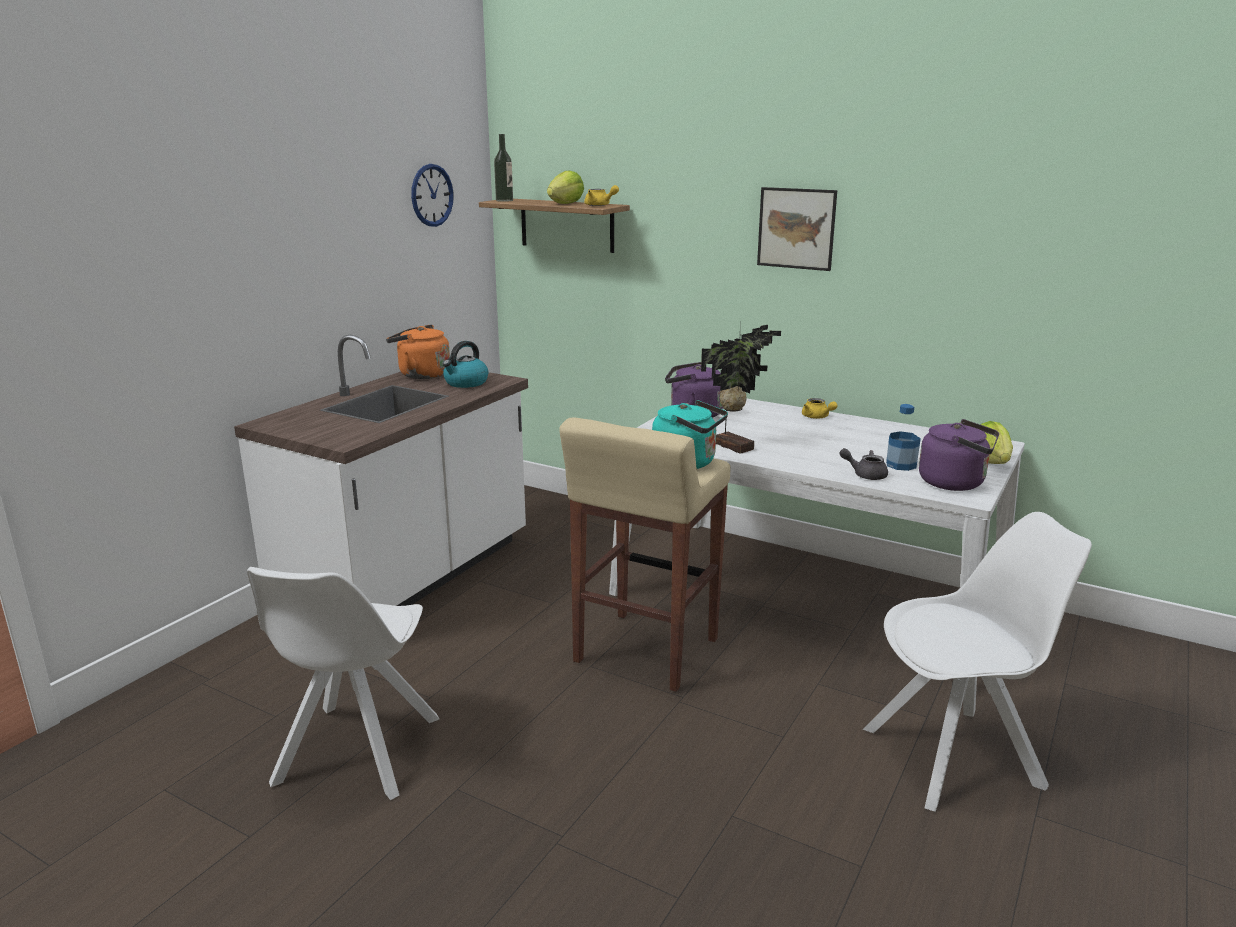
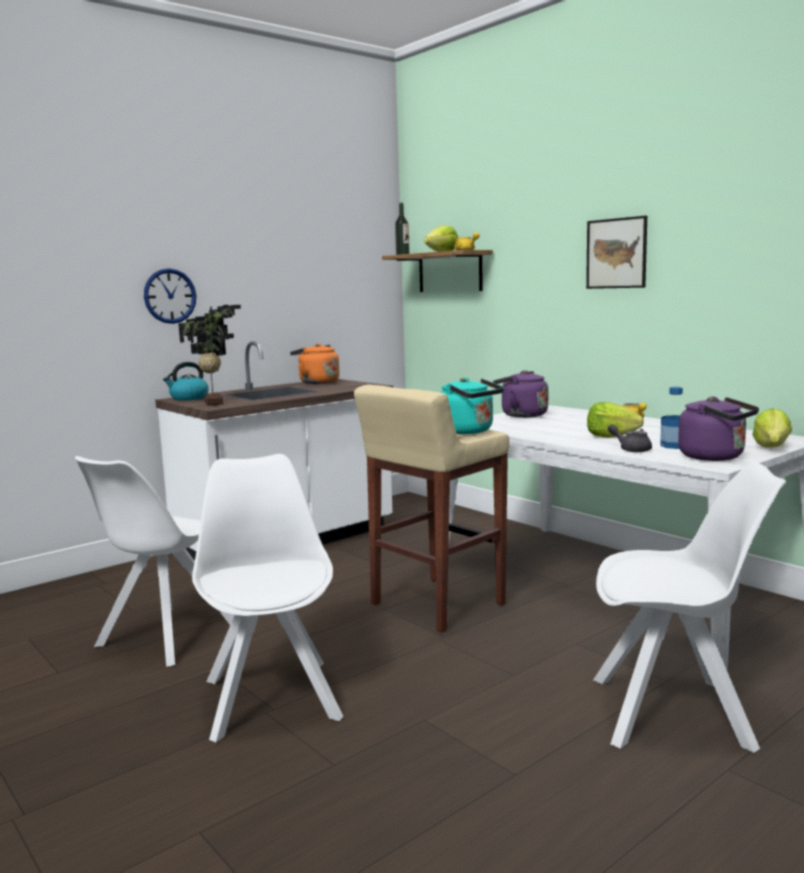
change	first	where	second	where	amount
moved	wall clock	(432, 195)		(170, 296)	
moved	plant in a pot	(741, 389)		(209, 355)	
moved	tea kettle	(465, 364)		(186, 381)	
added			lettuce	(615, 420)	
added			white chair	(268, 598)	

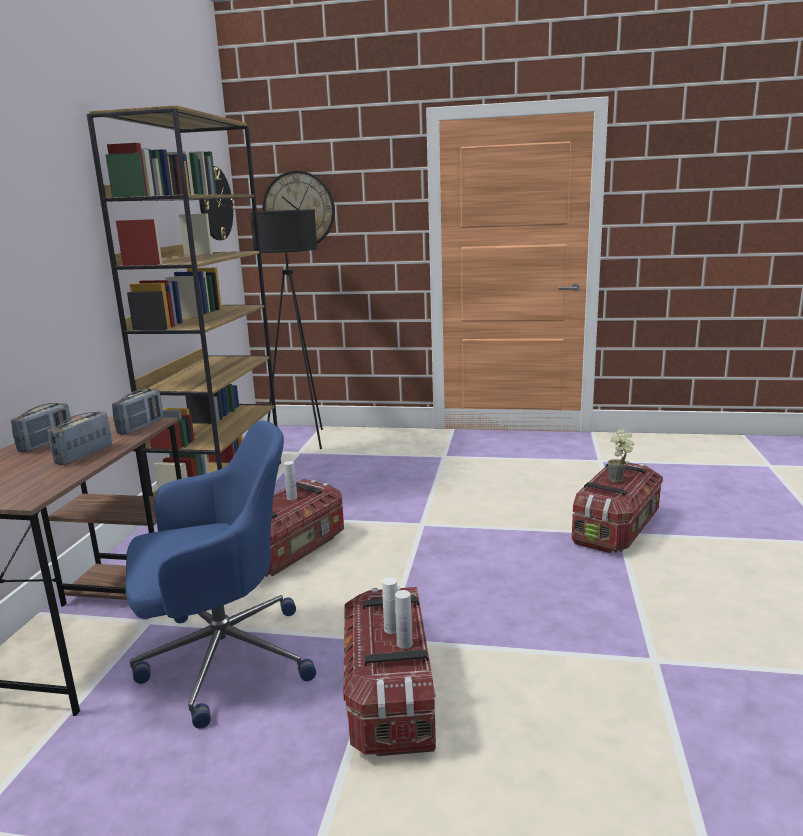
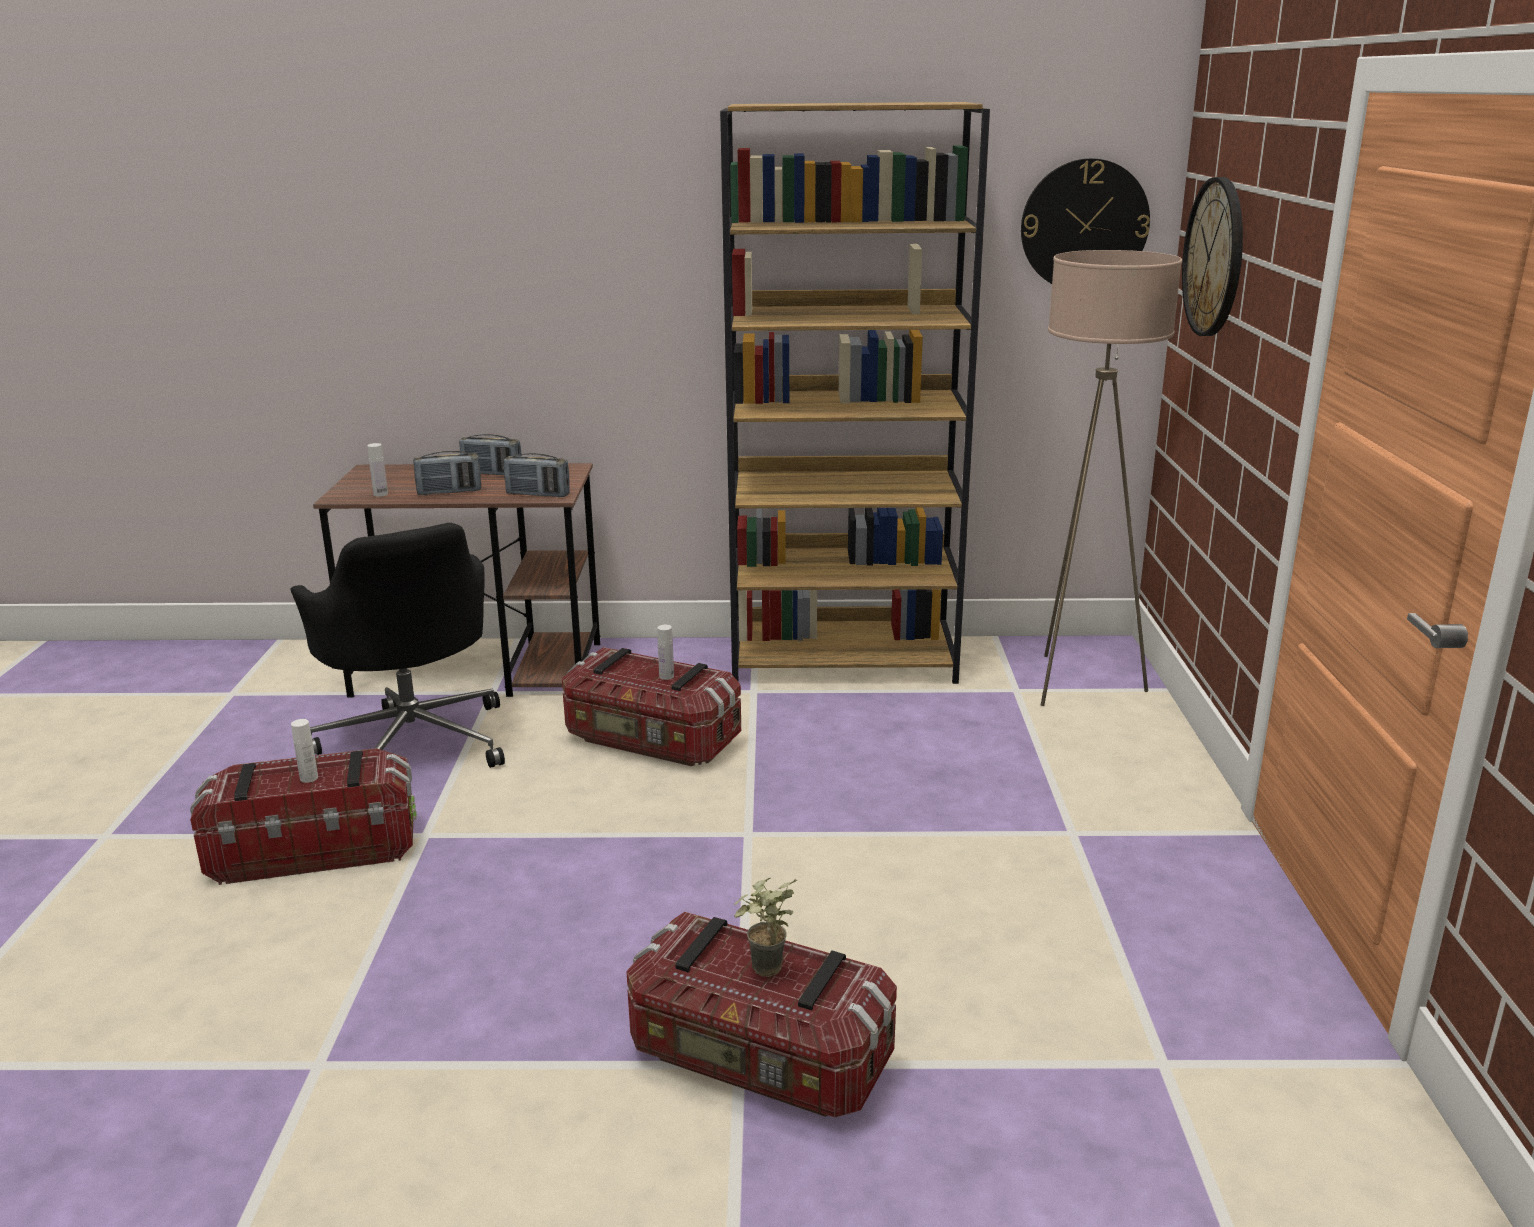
change	first	where	second	where	amount
recoloured	black floor lamp	(286, 329)	beige-coloured floor lamp	(1111, 478)	
turned	radio set	(79, 438)		(447, 473)	150 degrees clockwise
recoloured	blue-coloured office chair	(221, 575)	black office chair	(397, 645)	
moved	white beverage bottle	(404, 619)		(377, 470)	

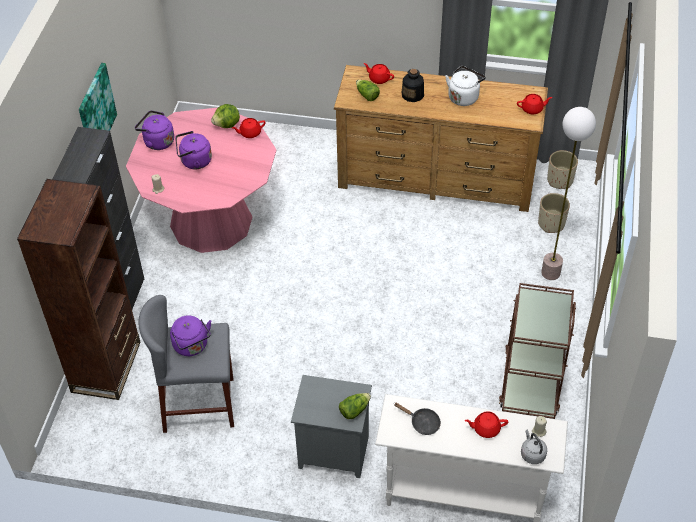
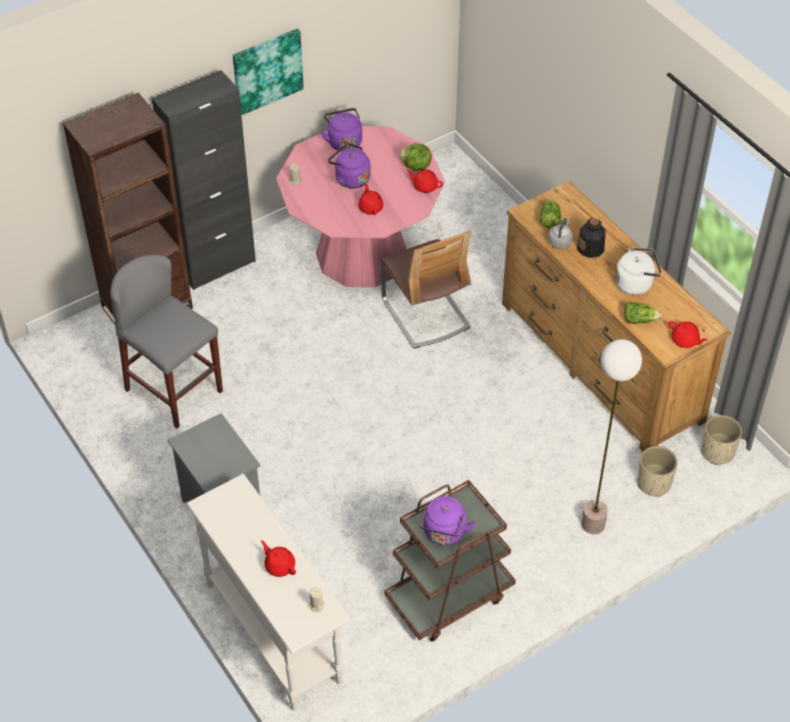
change	first	where	second	where	amount
moved	red pot for tea	(379, 73)		(371, 199)	
moved	purplish tea kettle	(190, 335)		(448, 520)	
moved	lettuce	(355, 406)		(643, 313)	
removed	black frying pan	(417, 419)			
moved	greyish tea kettle	(534, 447)		(560, 233)	
added			chair	(425, 289)	

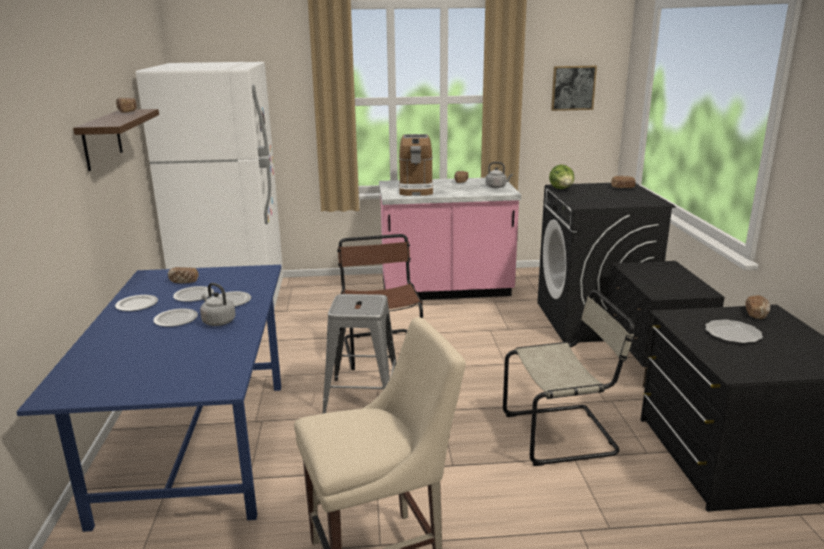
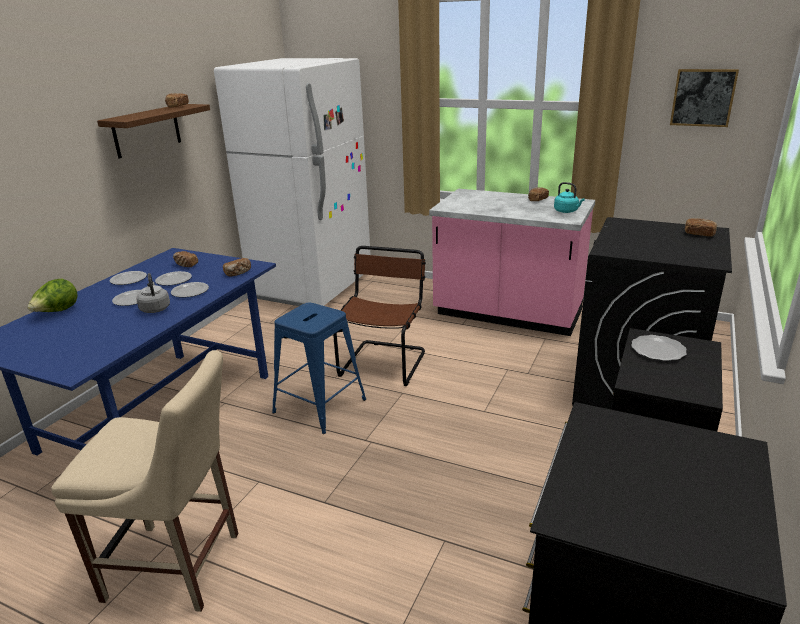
change	first	where	second	where	amount
removed	coffee machine	(416, 165)			
recoloured	greyish tea kettle	(499, 175)	blue-green tea kettle	(569, 197)	
moved	lettuce	(561, 176)		(52, 295)	
removed	beige-coloured chair	(569, 378)			
recoloured	greyish sitting stool	(359, 354)	blue-coloured sitting stool	(319, 368)	
moved	bakery bread	(757, 307)		(237, 267)	
moved	dinner plate	(734, 331)		(659, 348)	

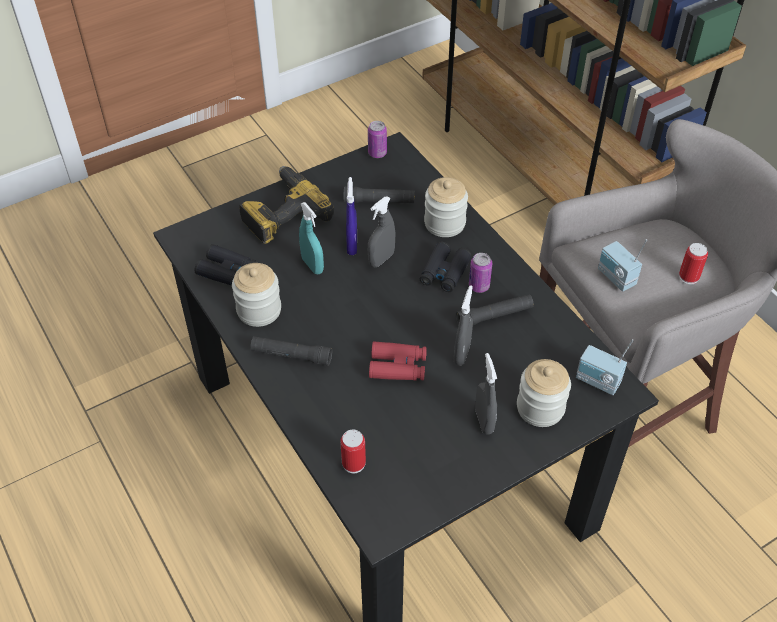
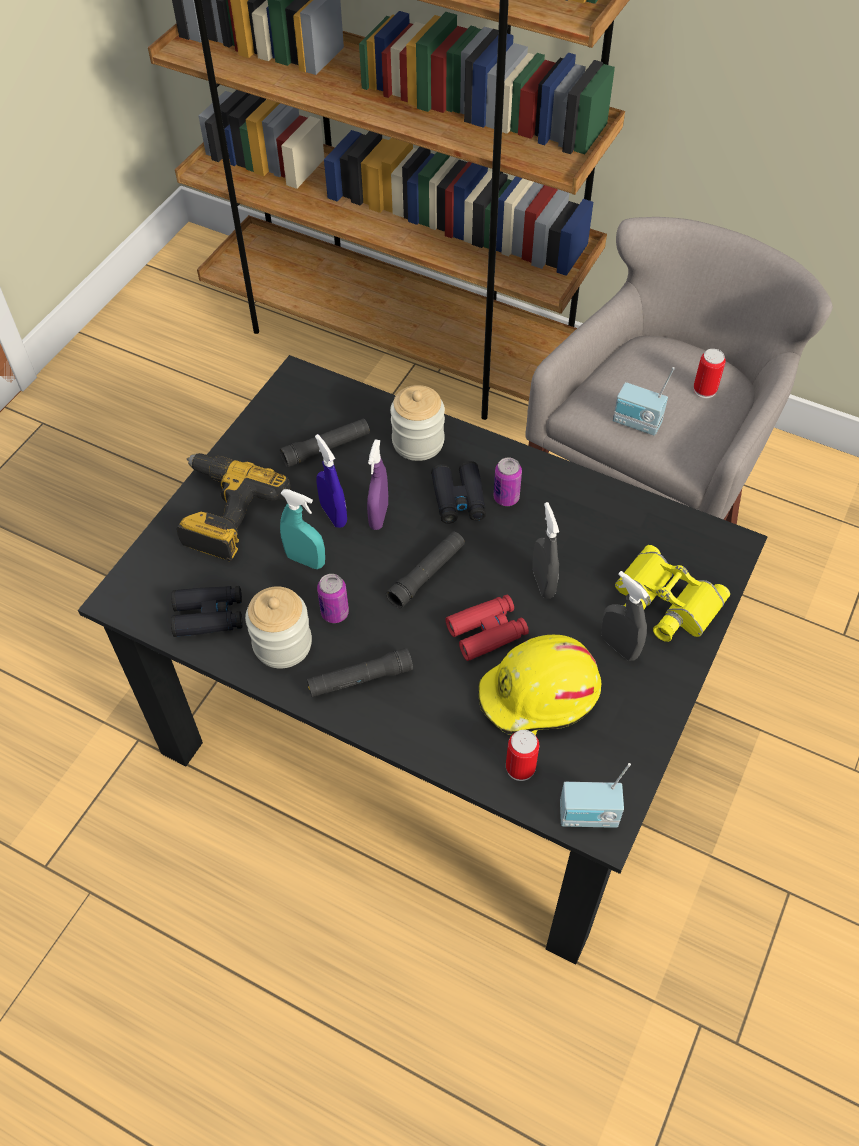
change	first	where	second	where	amount
moved	sealed can	(377, 139)		(333, 598)	
recoloured	greyish spray bottle	(381, 232)	purplish spray bottle	(377, 484)	
moved	black hand torch	(495, 310)		(425, 570)	
moved	radio set	(605, 367)		(595, 795)	
replaced	jar	(544, 393)	yellow pair of binoculars	(672, 593)	
added			yellow work helmet	(539, 685)	

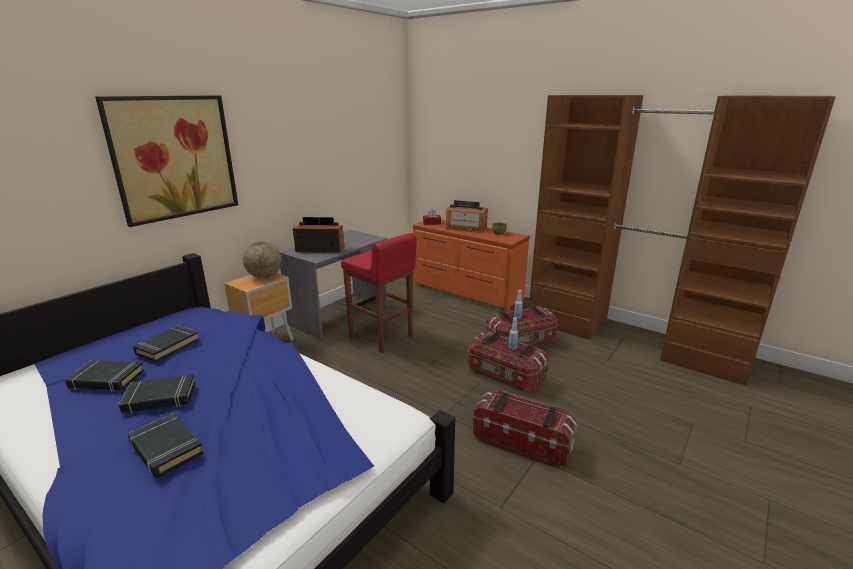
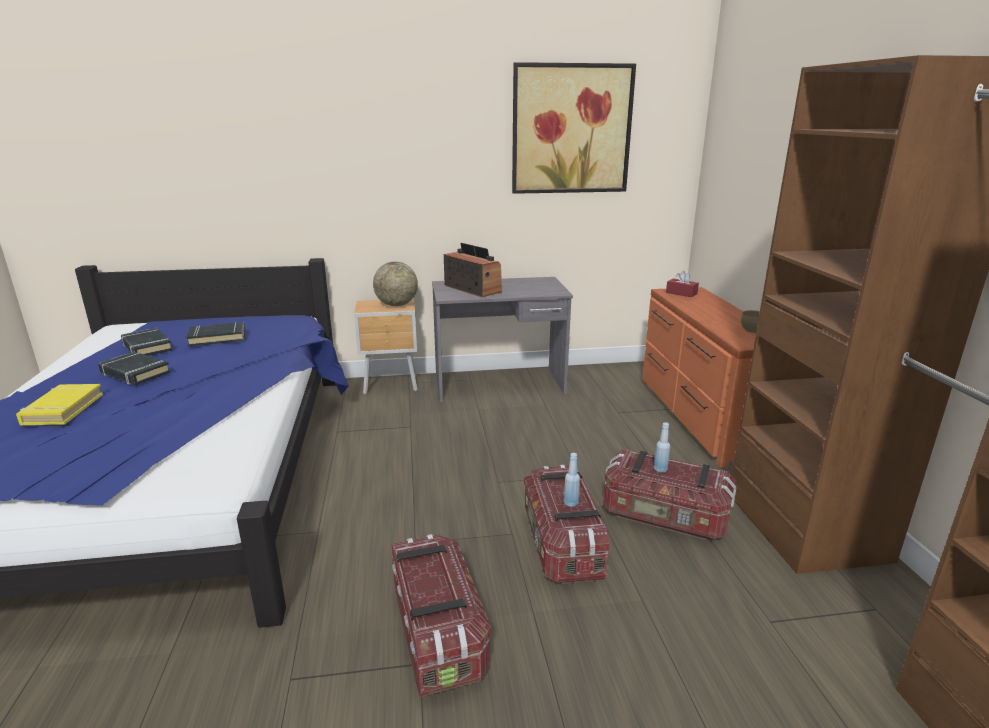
change	first	where	second	where	amount
moved	wall art	(166, 161)		(574, 128)	
removed	radio set	(467, 216)			
removed	red sitting stool	(379, 293)			
recoloured	black volume	(166, 445)	yellow volume	(59, 404)	

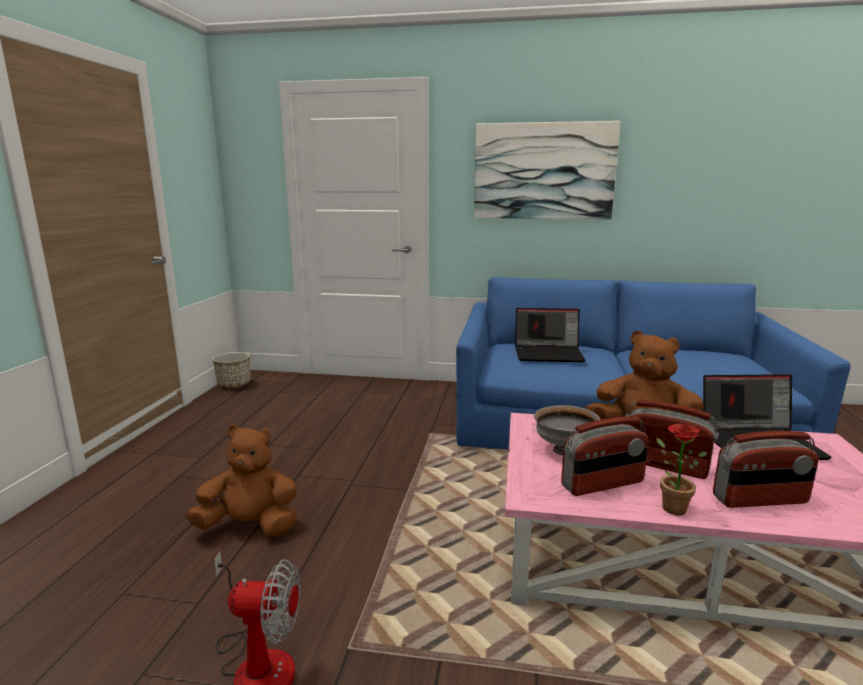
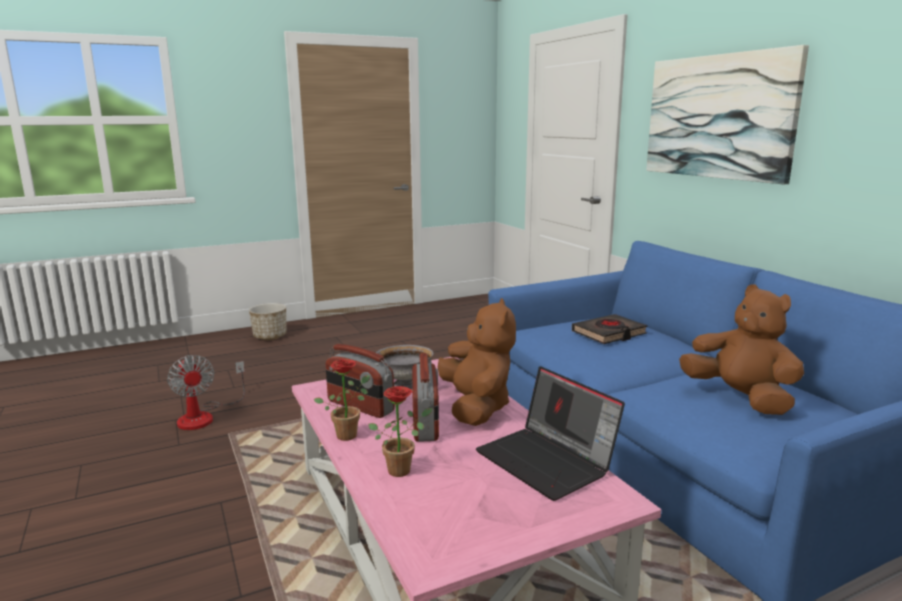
change	first	where	second	where	amount
replaced	portable computer	(550, 335)	black volume	(610, 329)	
moved	planter	(231, 370)		(268, 321)	
moved	brownish soft toy	(241, 481)		(741, 349)	
replaced	radio set	(766, 469)	plant in a pot	(400, 431)	

